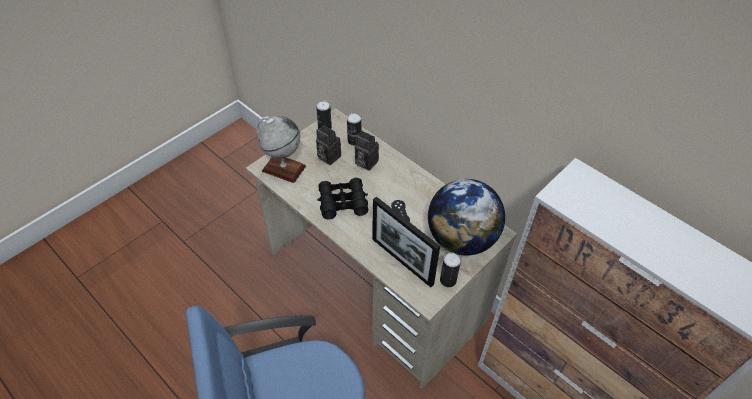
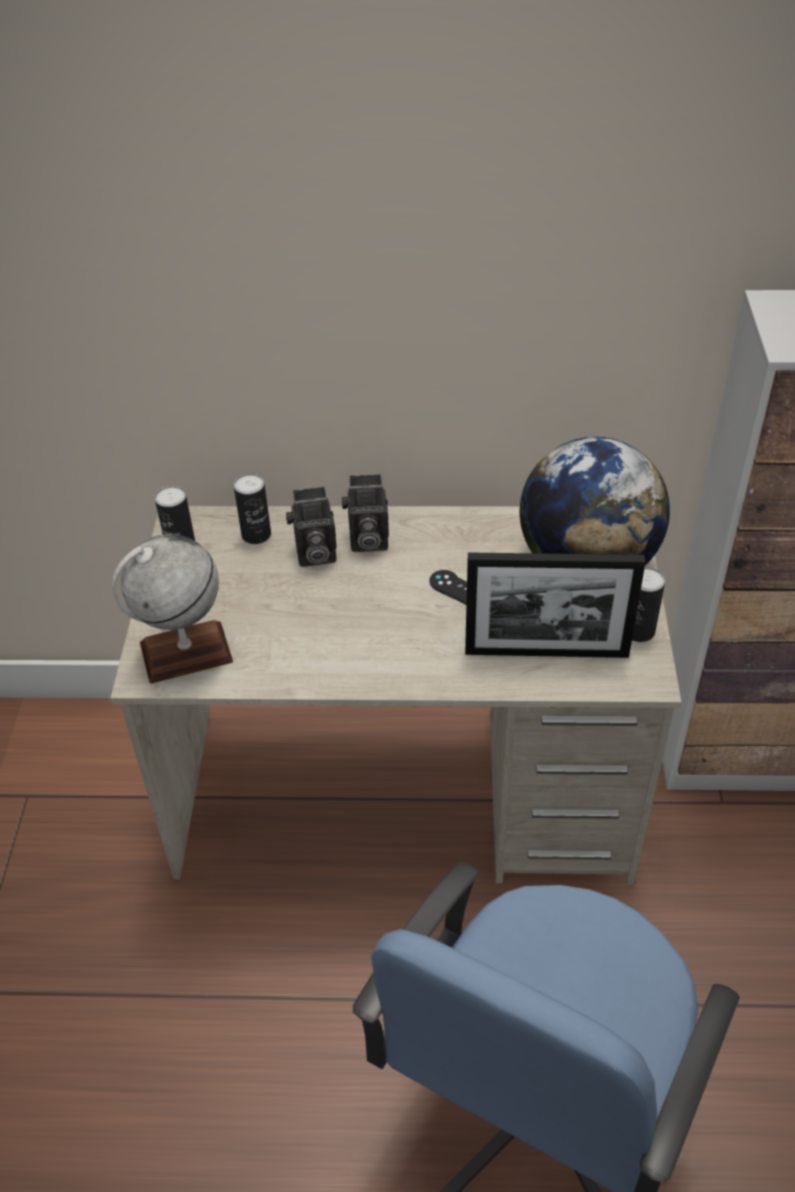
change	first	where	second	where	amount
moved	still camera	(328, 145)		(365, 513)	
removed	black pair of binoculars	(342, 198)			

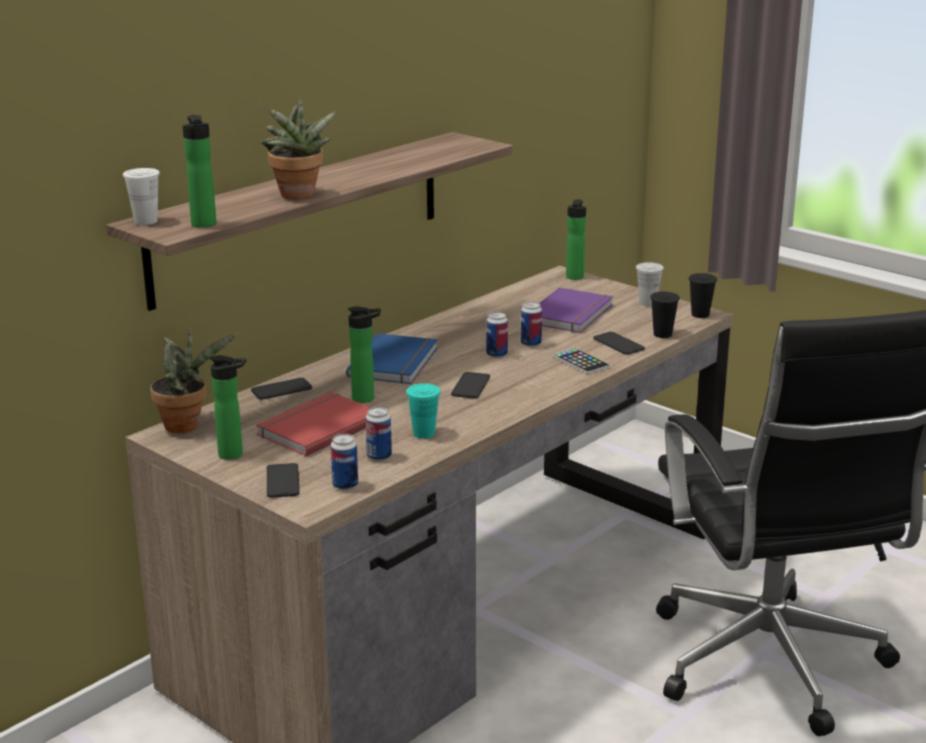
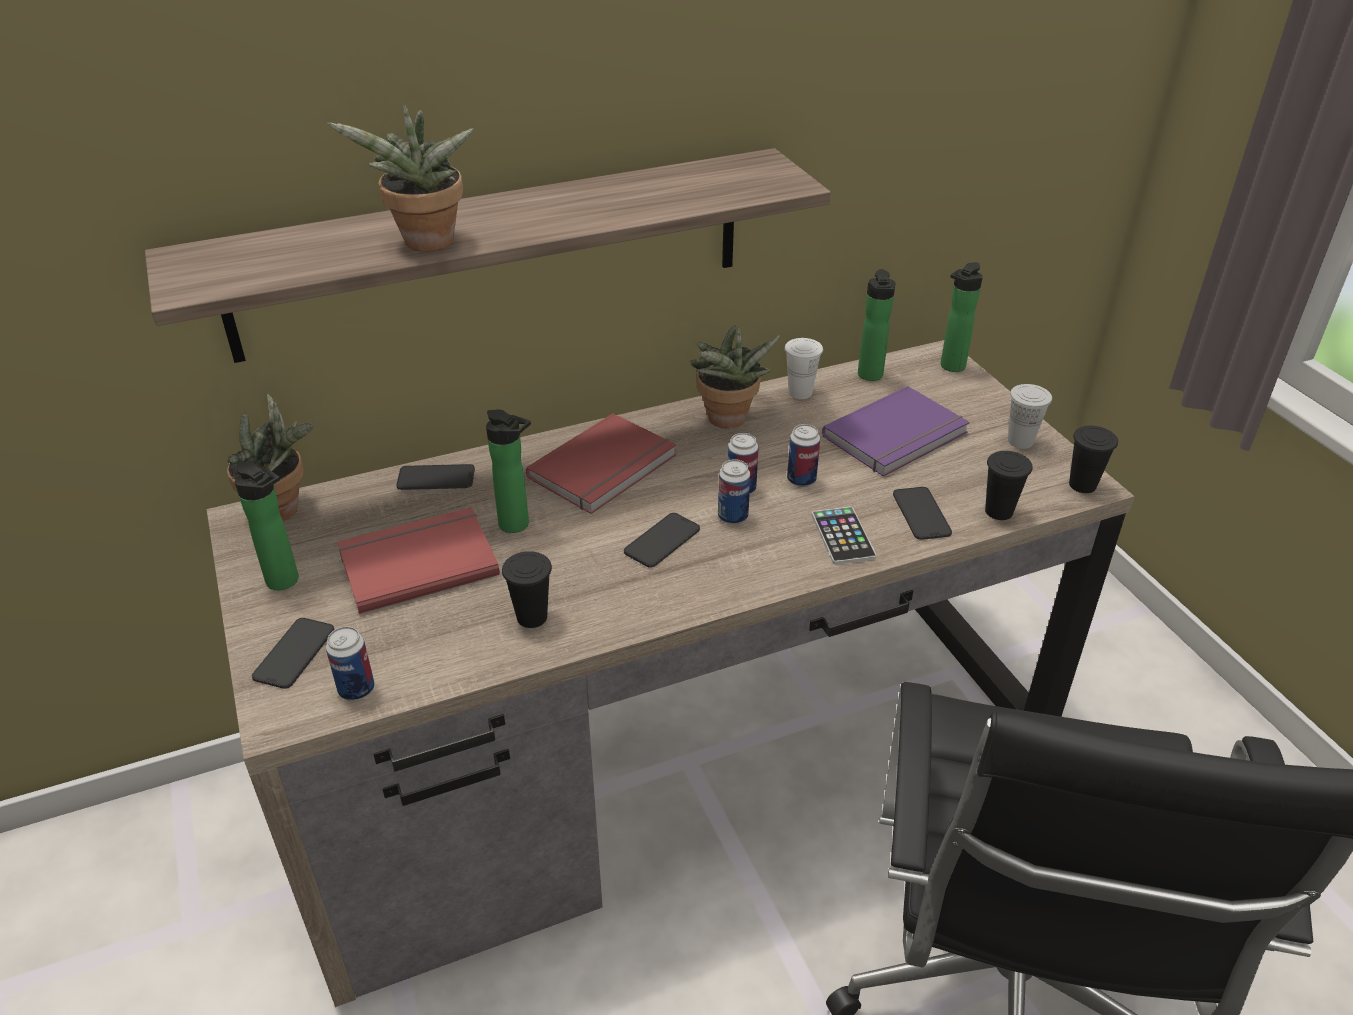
change	first	where	second	where	amount
moved	beverage bottle	(199, 171)		(877, 325)	
moved	white small cup	(141, 196)		(804, 368)	
recoloured	blue-coloured volume	(392, 358)	red volume	(601, 463)	
recoloured	blue-green small cup	(423, 410)	black small cup	(527, 589)	
moved	sealed can	(379, 434)		(734, 491)	
added			plant in a pot	(735, 376)	

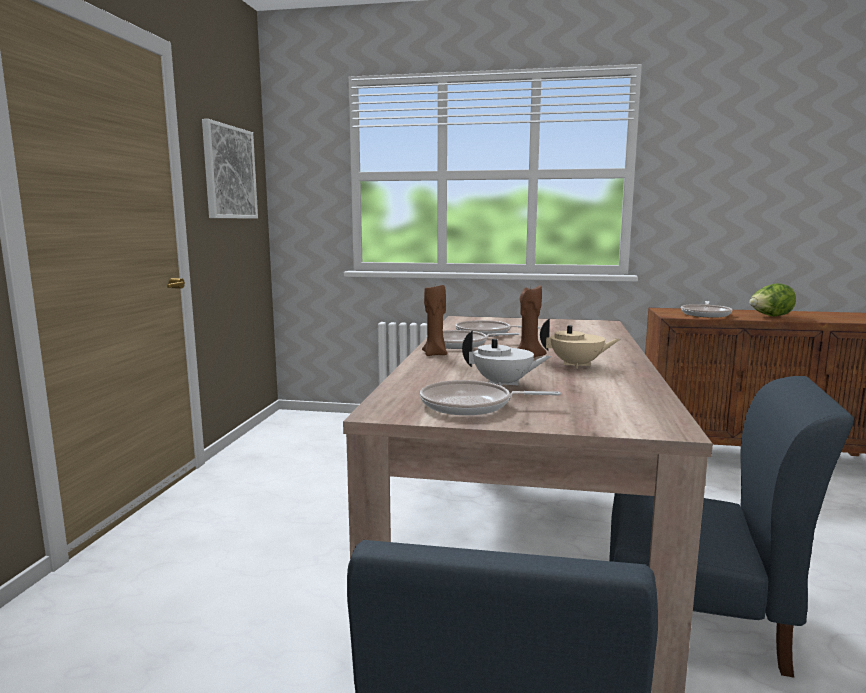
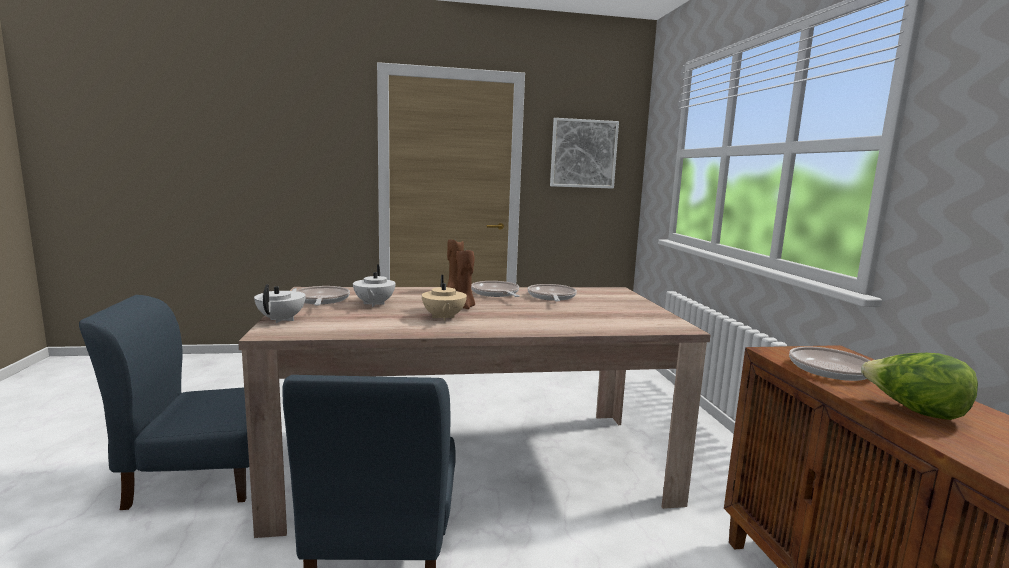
change	first	where	second	where	amount
added			white pot for tea	(280, 303)	

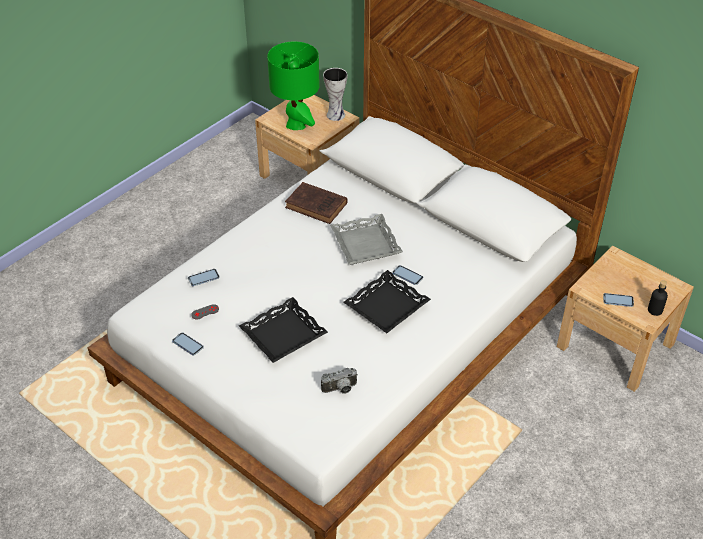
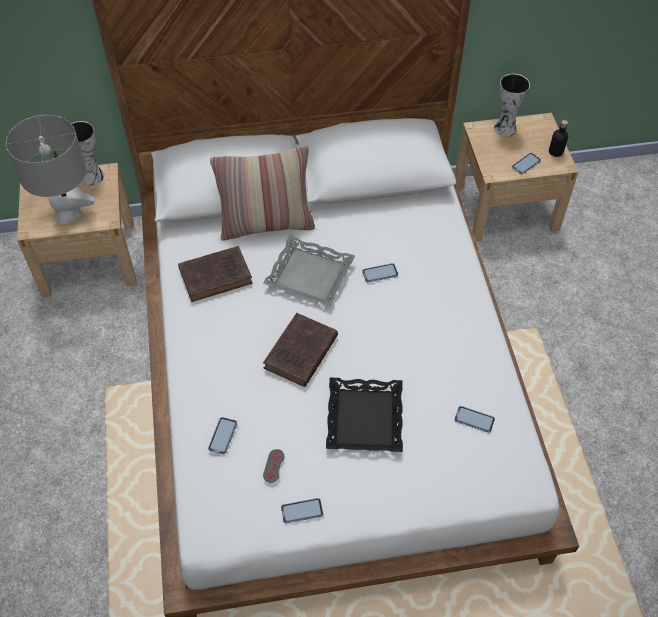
change	first	where	second	where	amount
recoloured	greenish table lamp	(293, 85)	greyish table lamp	(50, 170)	
removed	black carrying tray	(387, 301)			
replaced	still camera	(339, 381)	phone	(474, 419)	
added			decorative vase	(512, 105)	
added			cushion	(262, 193)	
added			brownish volume	(300, 350)	

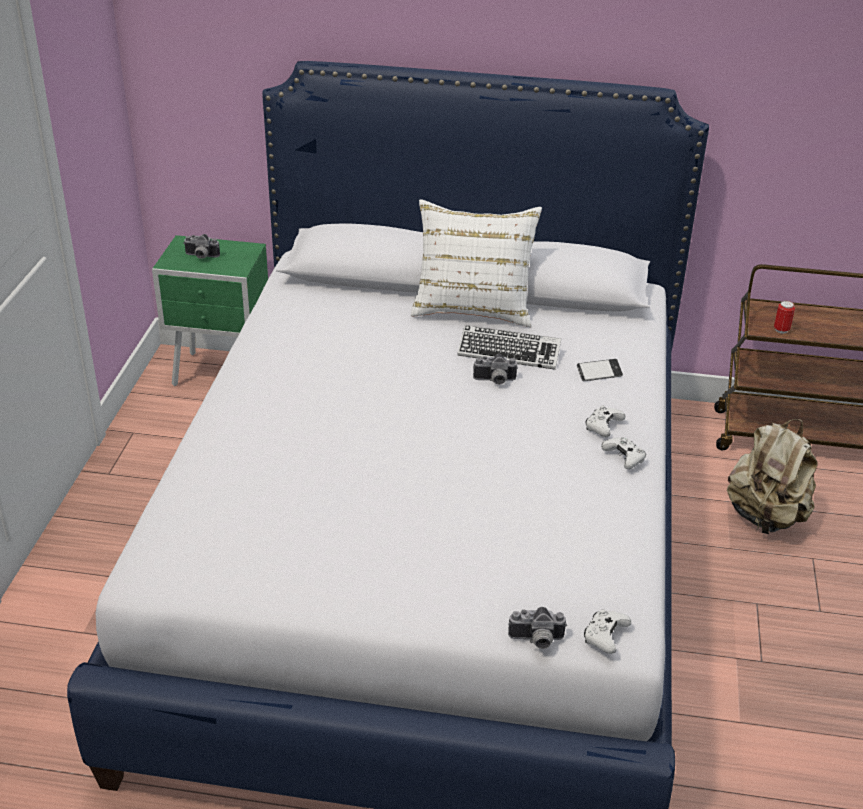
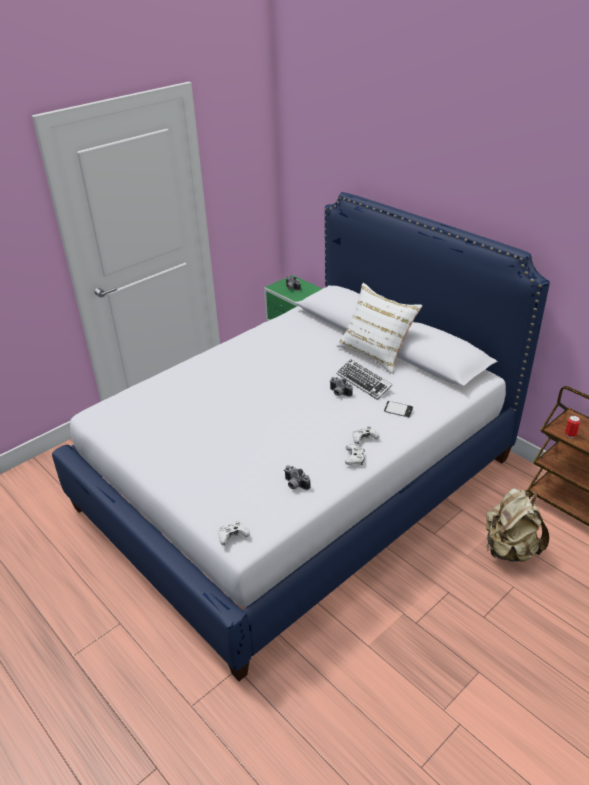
change	first	where	second	where	amount
moved	still camera	(537, 628)		(297, 477)	

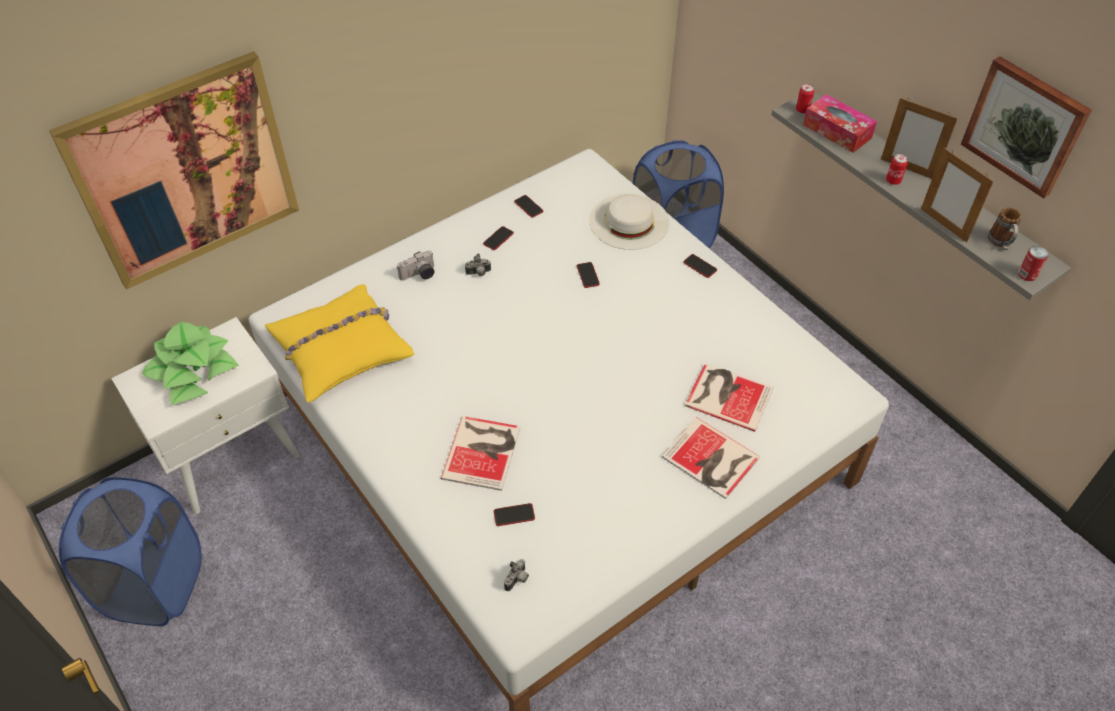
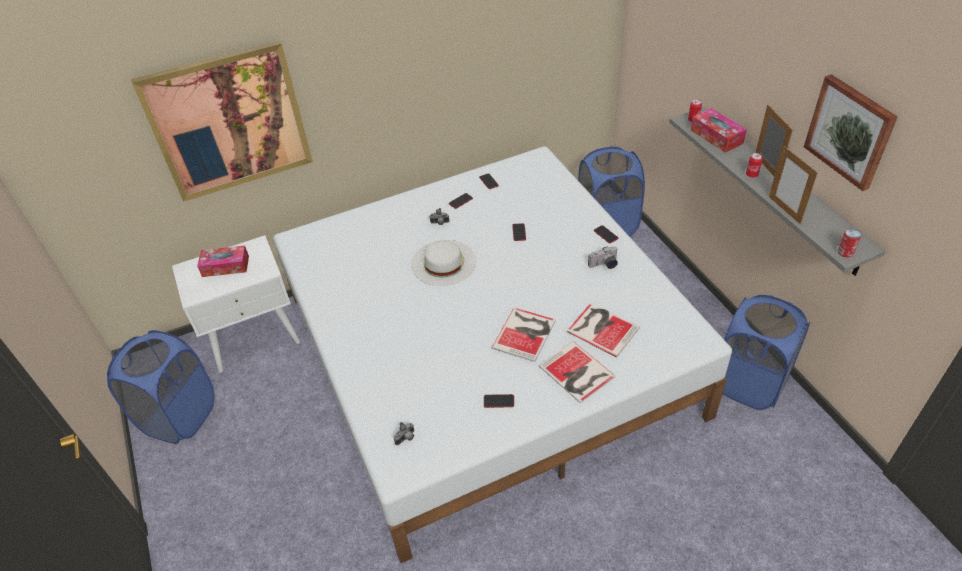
change	first	where	second	where	amount
turned	photo frame	(919, 138)		(774, 140)	150 degrees counterclockwise
moved	white hat	(629, 222)		(443, 263)	
removed	mug	(1004, 228)			
moved	still camera	(416, 266)		(603, 257)	
removed	yellow cushion	(340, 343)			
replaced	plant in a pot	(190, 363)	tissue holder	(223, 261)	
moved	volume	(480, 453)		(524, 335)	
moved	phone	(514, 514)		(499, 401)	
added			blue-coloured hamper	(766, 352)	

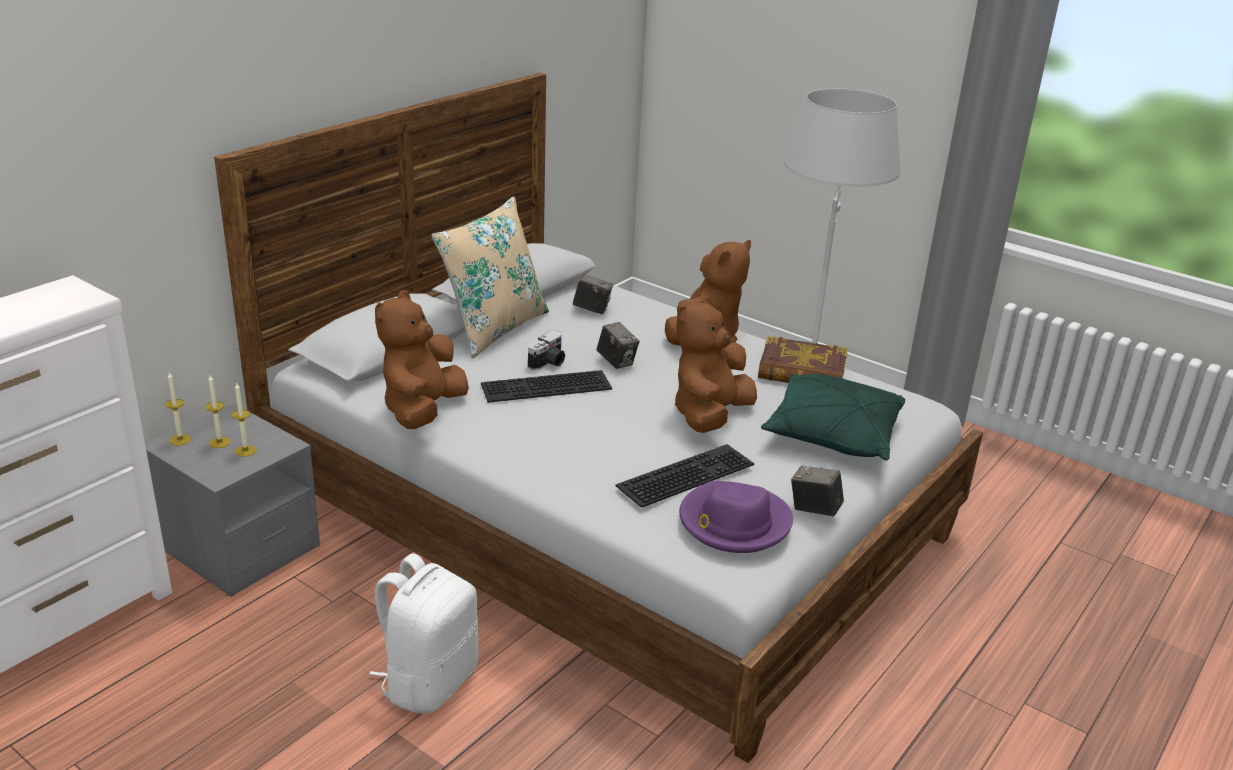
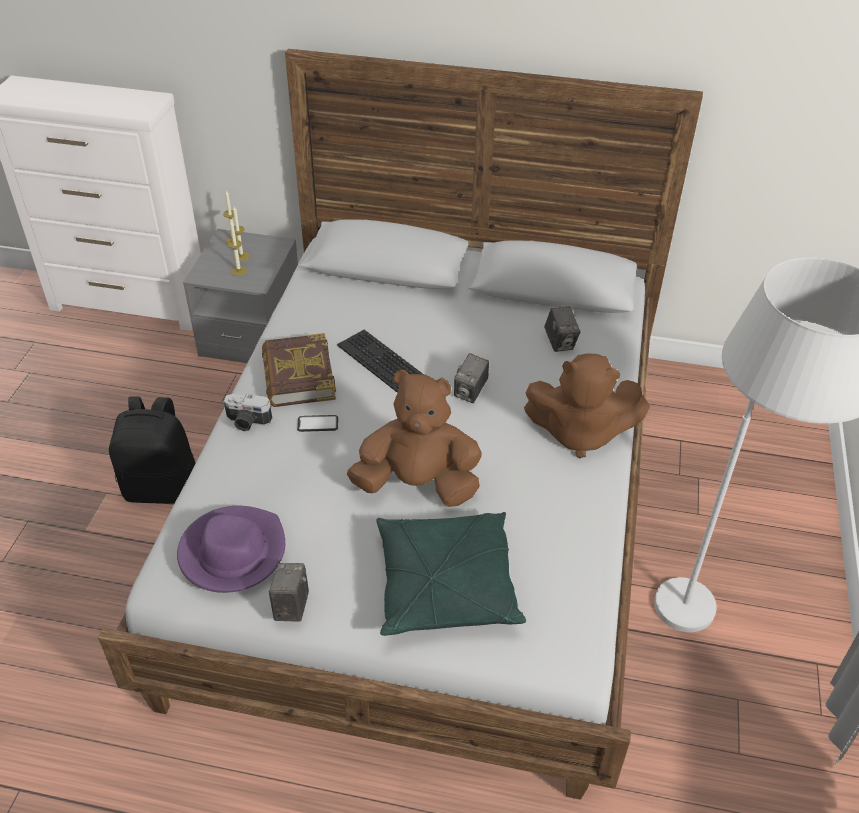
change	first	where	second	where	amount
removed	beige-coloured cushion	(490, 277)			
removed	brownish soft toy	(422, 359)			
moved	still camera	(546, 350)		(248, 412)	
moved	volume	(803, 359)		(299, 370)	
removed	computer keyboard	(685, 476)			
recoloured	white knapsack	(424, 633)	black knapsack	(152, 450)	
added			phone	(317, 423)	

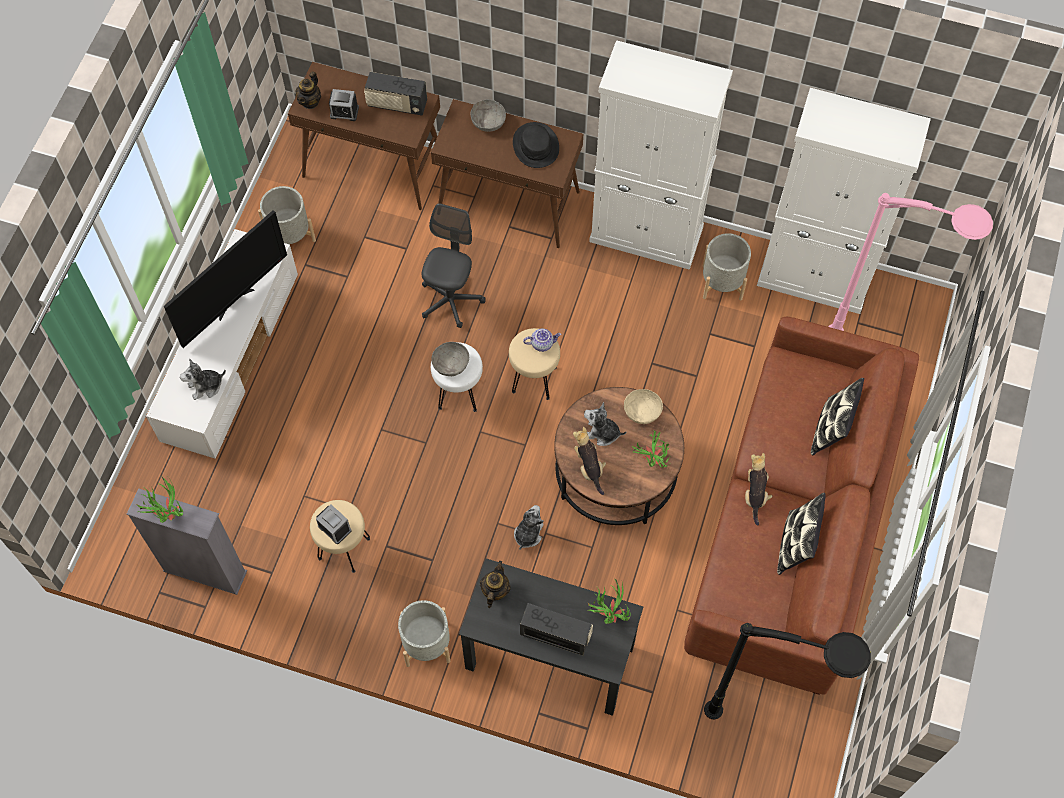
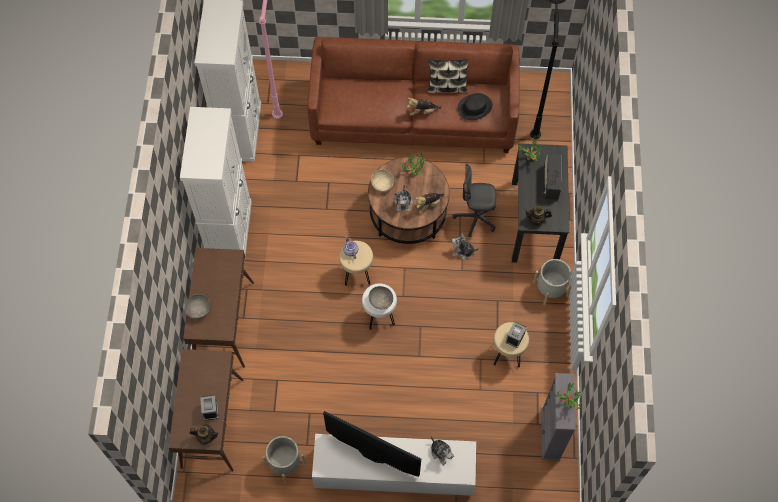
change	first	where	second	where	amount
removed	radio set	(395, 93)			
moved	black hat	(536, 145)		(474, 106)	
moved	greyish office chair	(453, 265)		(474, 201)	
removed	greyish planter	(727, 266)			
removed	cushion	(837, 417)			

